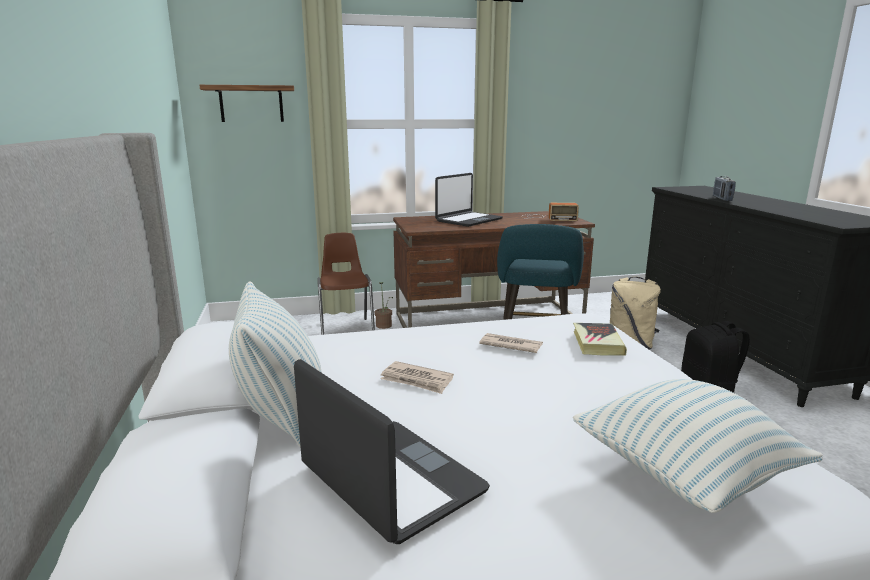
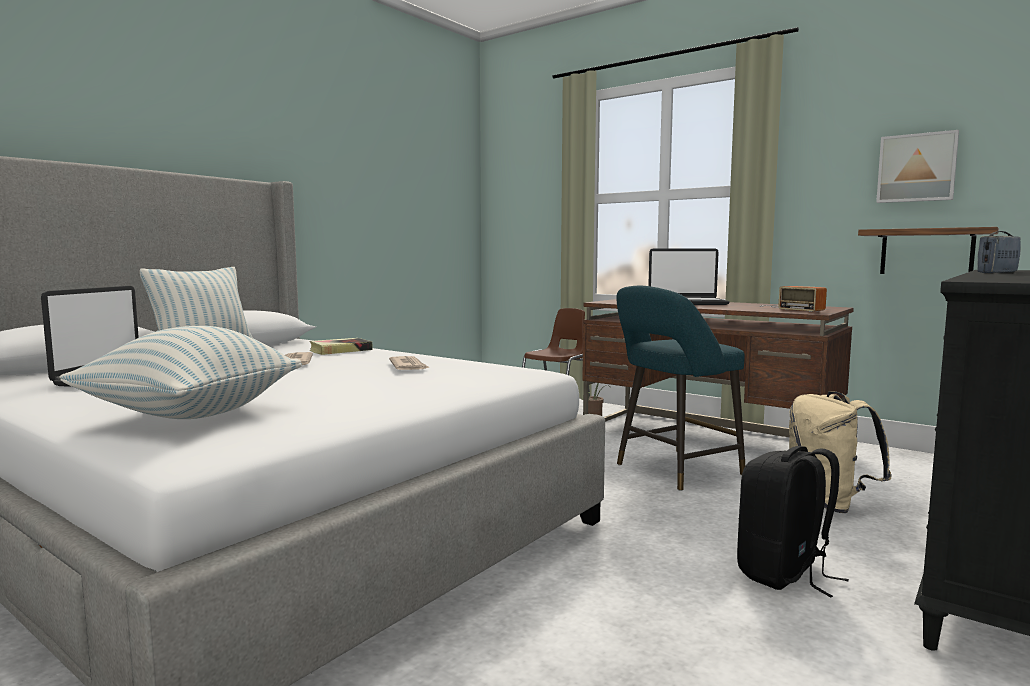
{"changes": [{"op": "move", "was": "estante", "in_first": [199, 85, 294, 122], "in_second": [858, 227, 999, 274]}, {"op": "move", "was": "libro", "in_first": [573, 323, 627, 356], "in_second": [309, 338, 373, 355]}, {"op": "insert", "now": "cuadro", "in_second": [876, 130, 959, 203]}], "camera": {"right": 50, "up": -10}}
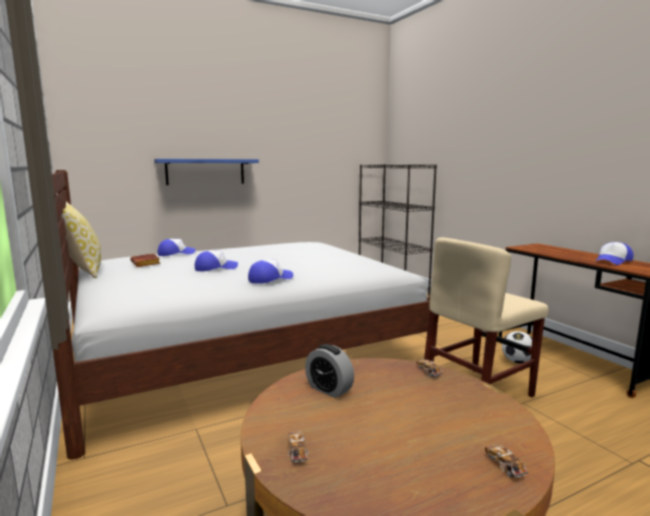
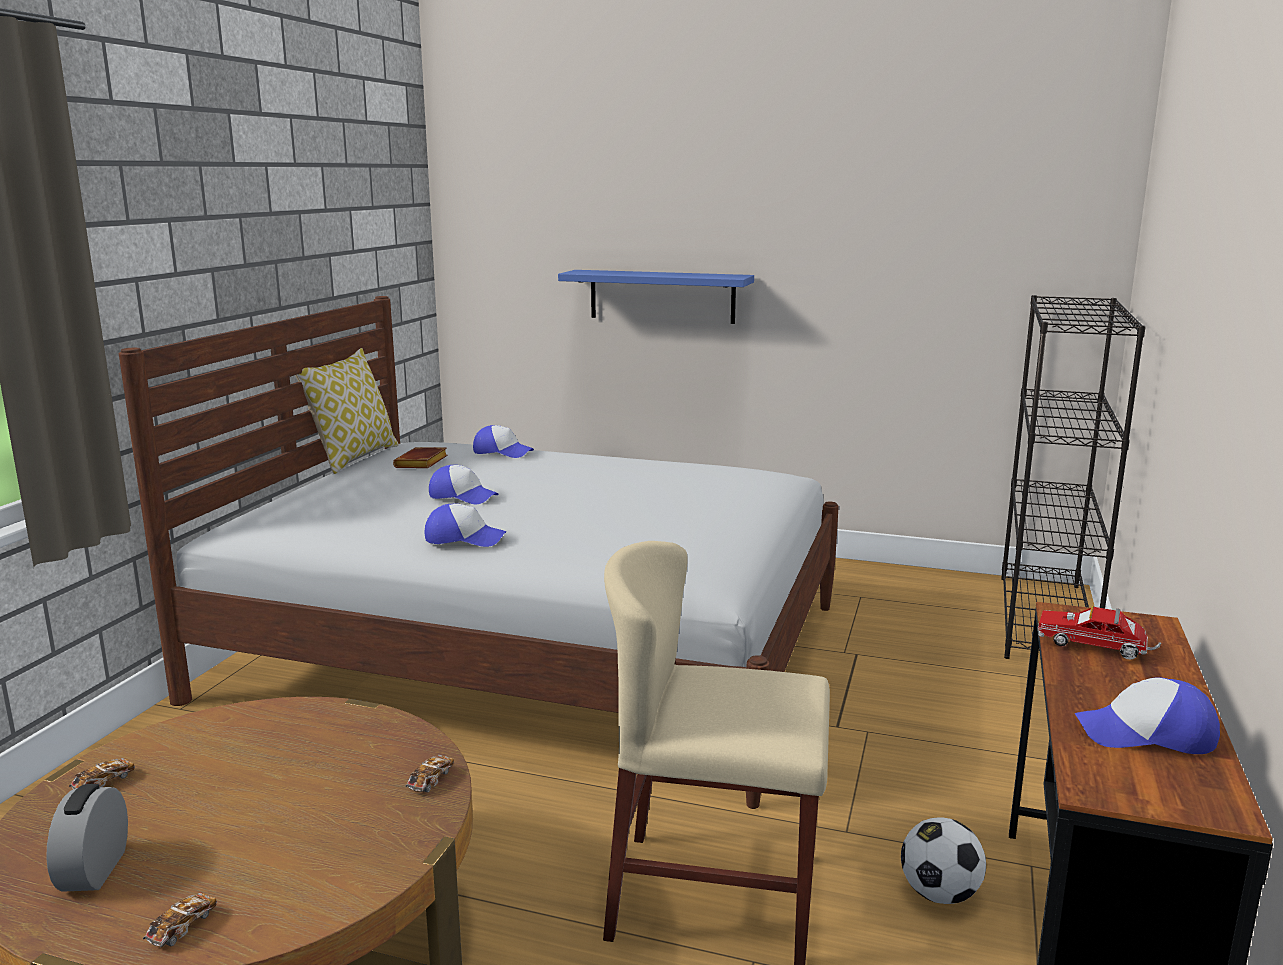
{"changes": [{"op": "move", "was": "despertador", "in_first": [305, 344, 354, 398], "in_second": [46, 784, 128, 892]}, {"op": "insert", "now": "camión de juguete", "in_second": [1038, 606, 1161, 659]}], "camera": {"right": 45, "up": 5}}
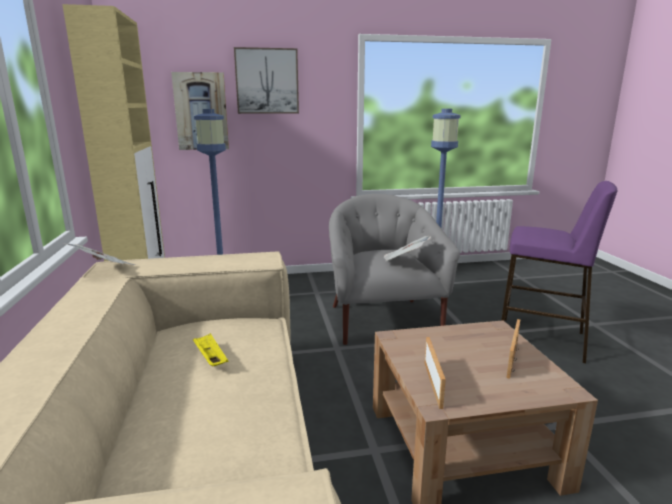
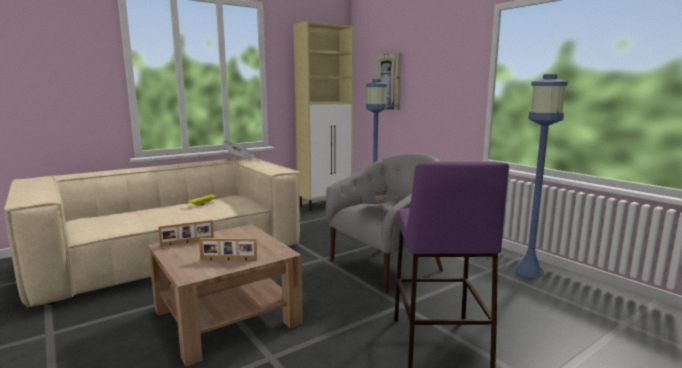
{"changes": [{"op": "delete", "was": "cuadro", "in_first": [234, 47, 299, 114]}], "camera": {"right": 65, "up": -5}}
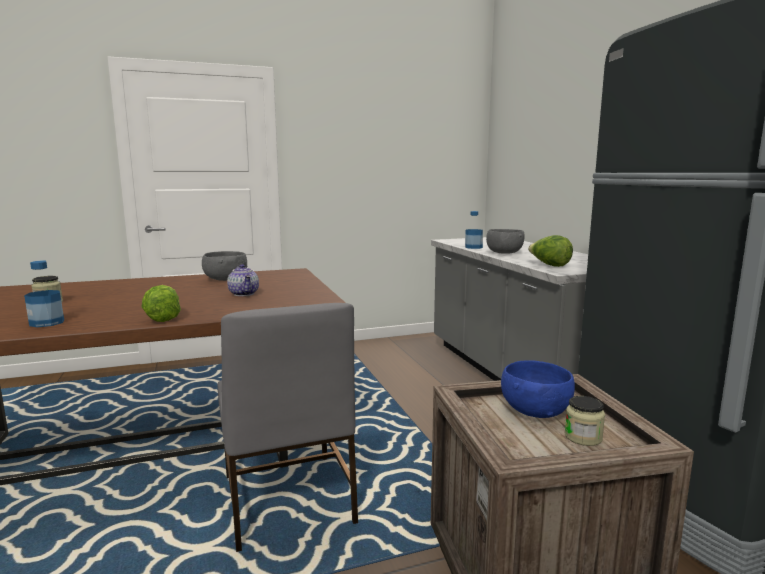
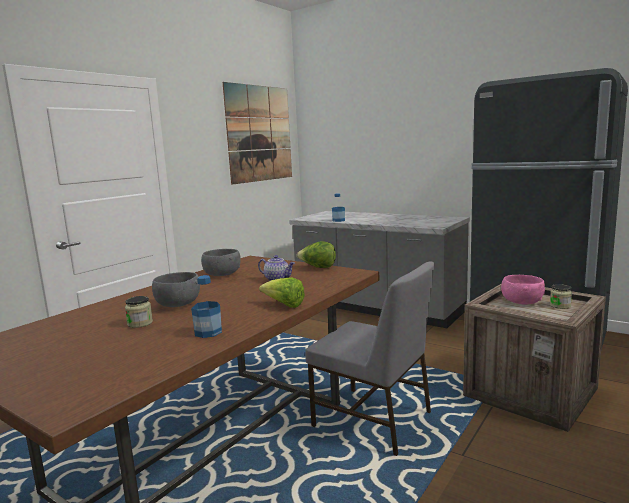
{"changes": [{"op": "move", "was": "cuenco (gris)", "in_first": [486, 229, 525, 254], "in_second": [152, 272, 200, 307]}, {"op": "move", "was": "lechuga", "in_first": [528, 235, 573, 267], "in_second": [297, 241, 336, 268]}, {"op": "recolor", "was": "cuenco (azul)", "now": "cuenco (rosa)", "in_first": [501, 360, 575, 418], "in_second": [501, 275, 545, 305]}, {"op": "insert", "now": "cuadro", "in_second": [223, 82, 292, 185]}], "camera": {"right": -35, "up": 0}}
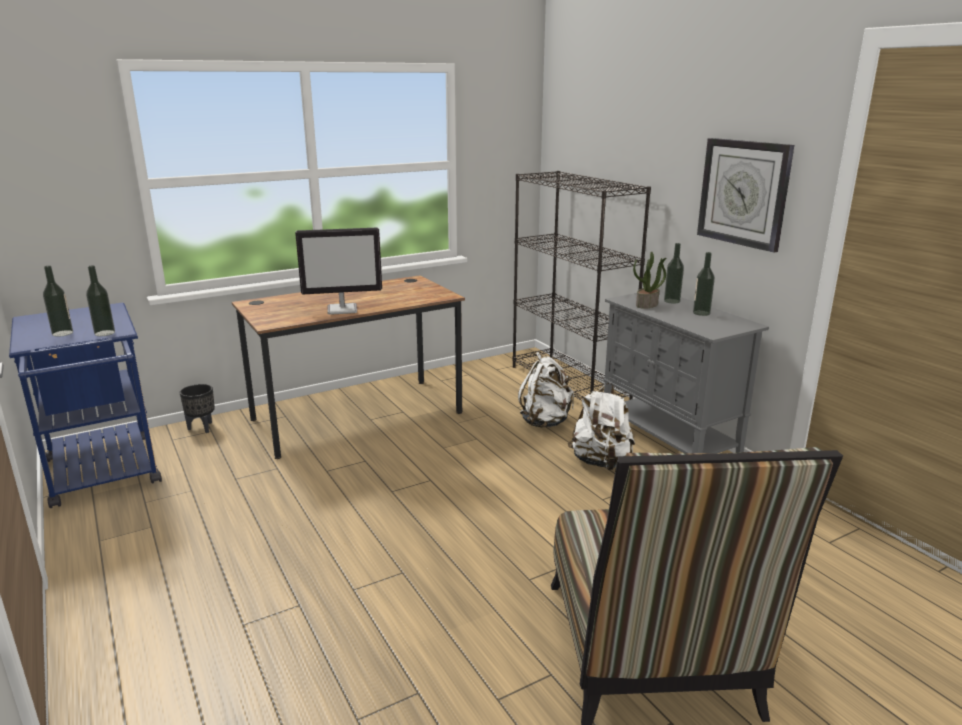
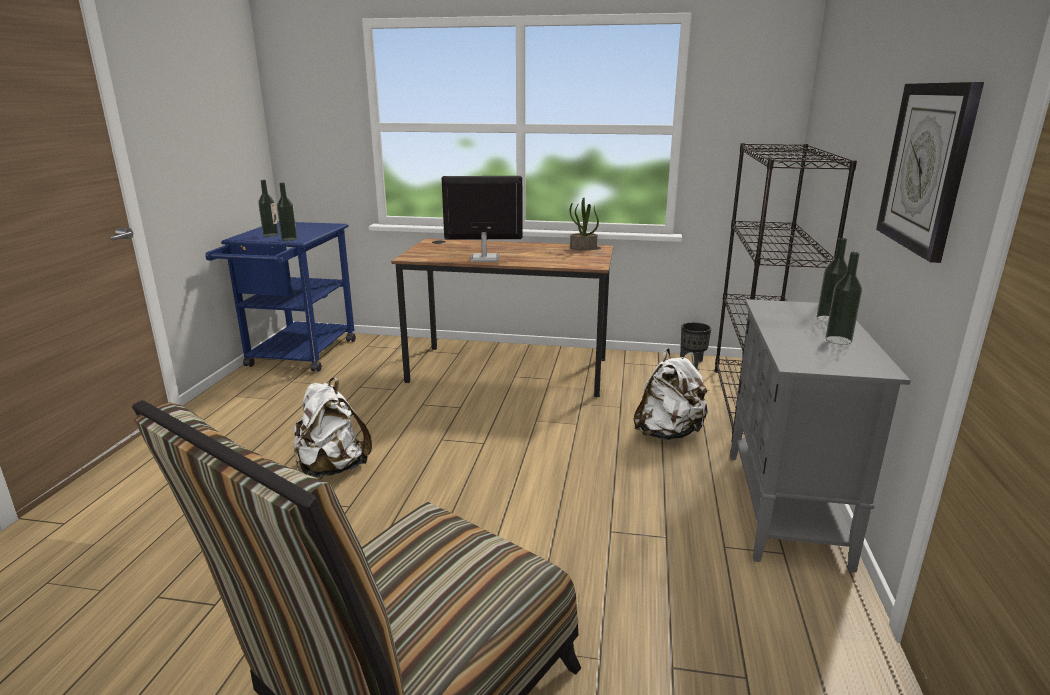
{"changes": [{"op": "rotate", "was": "monitor", "in_first": [295, 228, 382, 315], "in_second": [442, 176, 522, 262], "clockwise": 150}, {"op": "move", "was": "planta en maceta", "in_first": [633, 251, 666, 309], "in_second": [569, 198, 599, 250]}, {"op": "move", "was": "mochila (blanco)", "in_first": [568, 383, 635, 470], "in_second": [294, 378, 372, 477]}, {"op": "move", "was": "maceta (negro)", "in_first": [180, 384, 215, 433], "in_second": [680, 322, 711, 369]}], "camera": {"right": 40, "up": 0}}
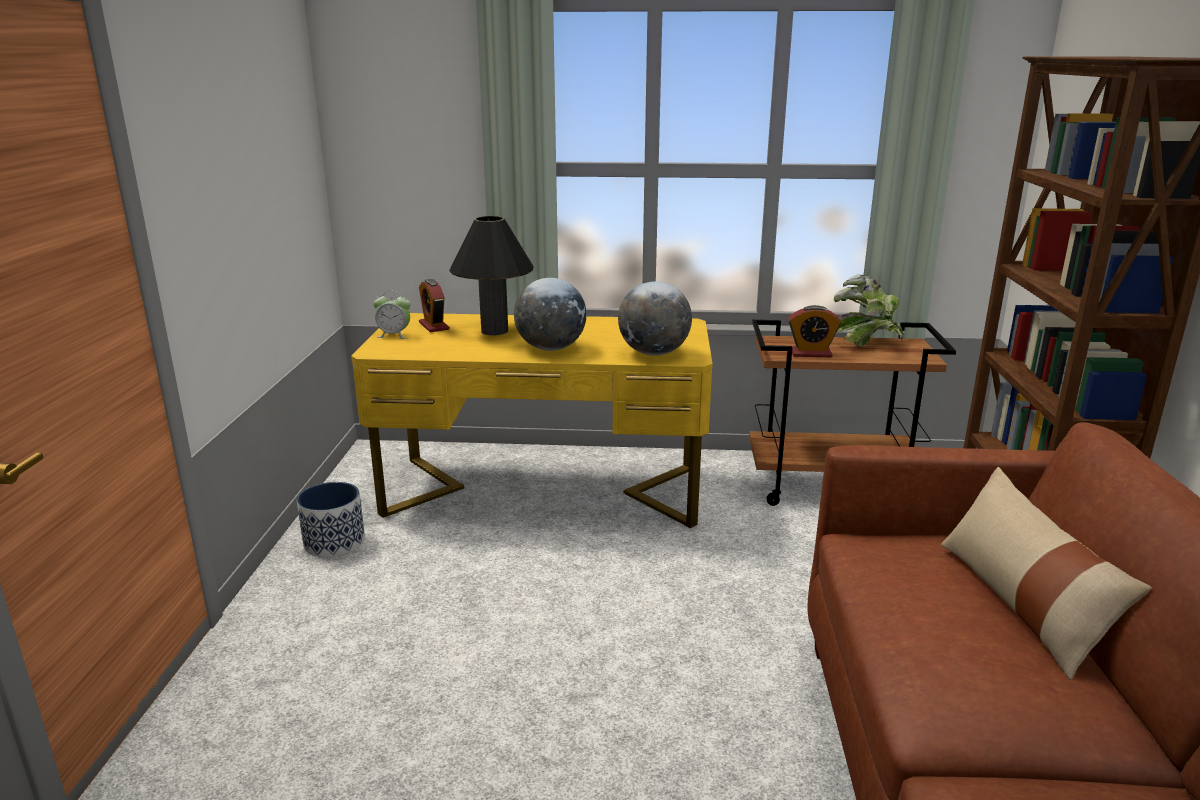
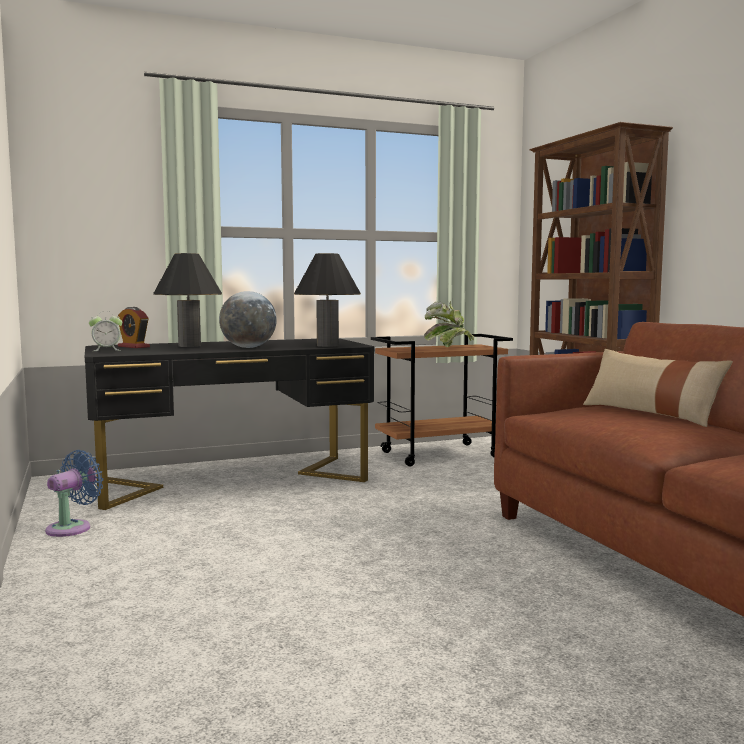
{"changes": [{"op": "replace", "was": "globo terráqueo", "now": "lámpara de mesa (negro)", "in_first": [618, 281, 692, 356], "in_second": [294, 253, 361, 347]}, {"op": "delete", "was": "despertador", "in_first": [788, 305, 841, 357]}, {"op": "recolor", "was": "escritorio (amarillo)", "now": "escritorio (negro)", "in_first": [351, 313, 713, 528], "in_second": [85, 338, 374, 510]}, {"op": "replace", "was": "maceta", "now": "ventilador (azul)", "in_first": [297, 482, 365, 558], "in_second": [45, 450, 103, 537]}], "camera": {"right": -25, "up": -15}}
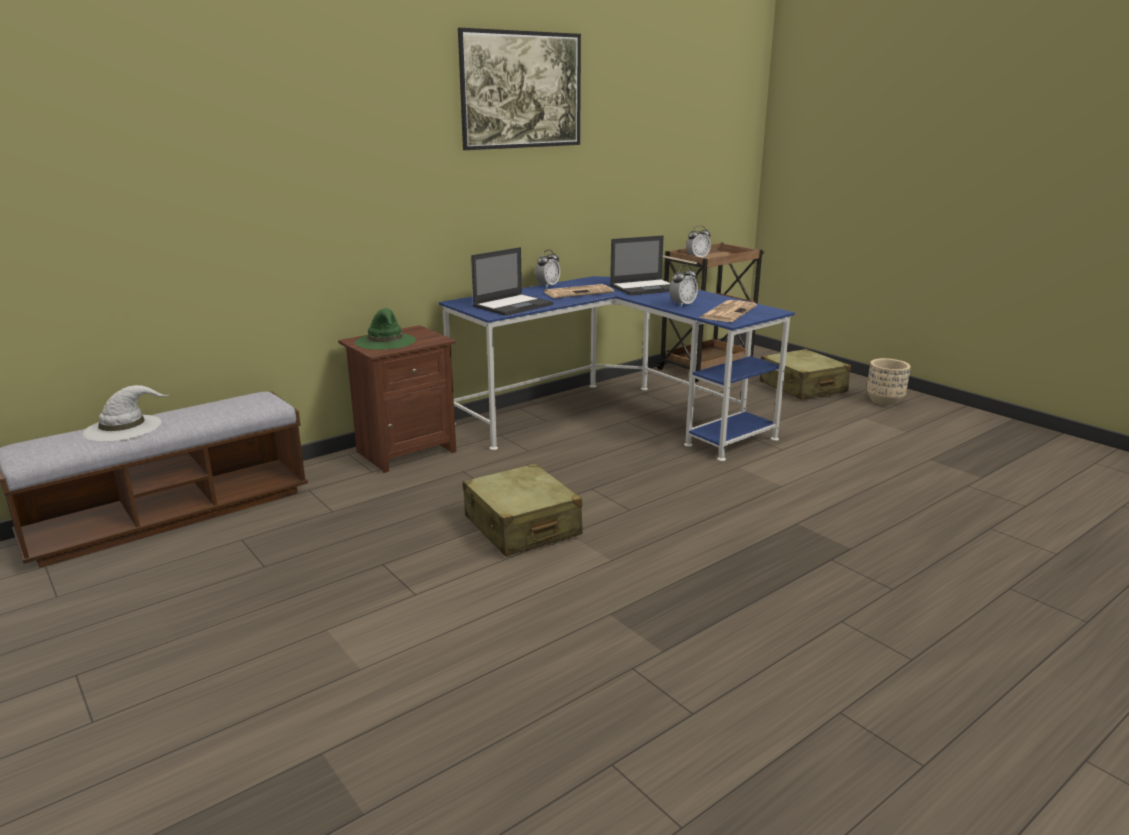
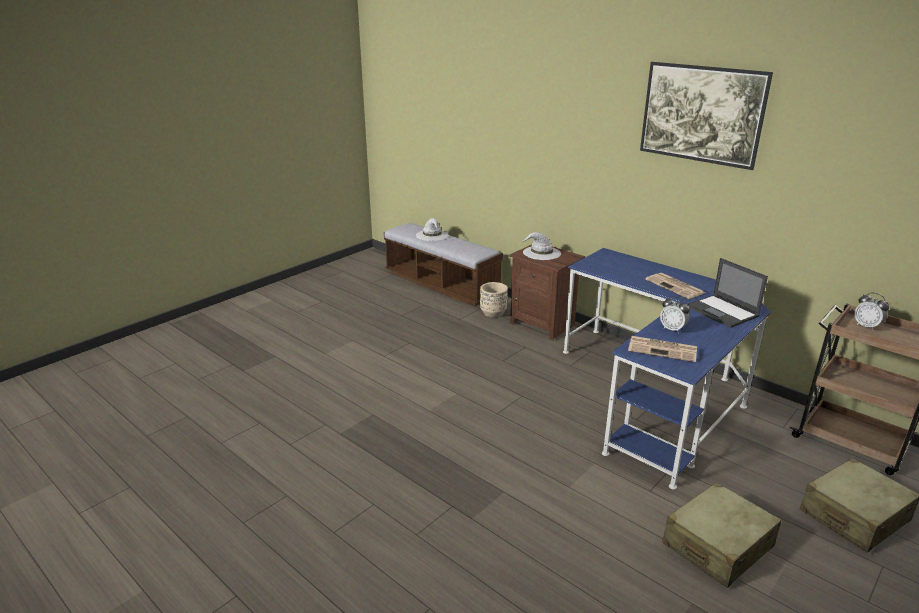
{"changes": [{"op": "delete", "was": "portátil", "in_first": [471, 247, 553, 316]}, {"op": "delete", "was": "despertador", "in_first": [535, 250, 560, 288]}, {"op": "recolor", "was": "sombrero (verde)", "now": "sombrero (blanco)", "in_first": [355, 308, 416, 350], "in_second": [521, 232, 561, 260]}, {"op": "move", "was": "maceta (beis)", "in_first": [867, 358, 910, 406], "in_second": [480, 282, 508, 317]}, {"op": "move", "was": "maleta (beis)", "in_first": [463, 463, 583, 556], "in_second": [662, 482, 781, 588]}], "camera": {"right": 80, "up": 5}}
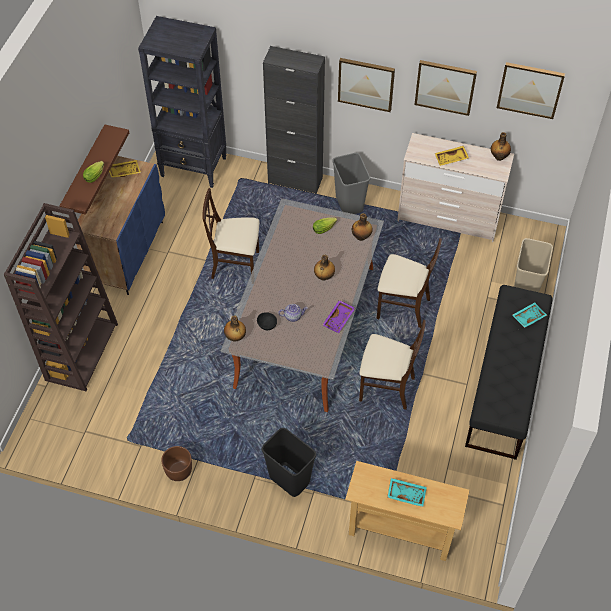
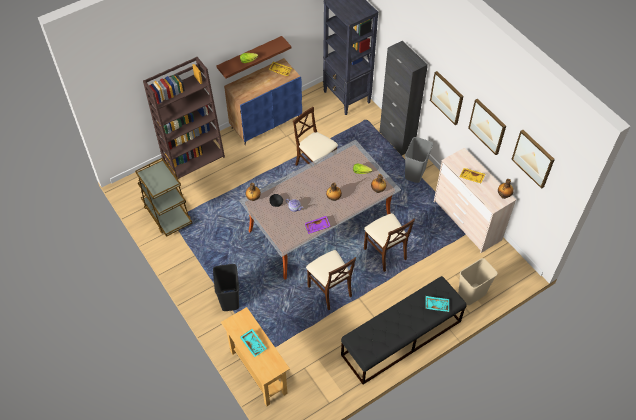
{"changes": [{"op": "delete", "was": "maceta (marrón)", "in_first": [161, 446, 192, 481]}, {"op": "insert", "now": "carrito (marrón)", "in_second": [135, 158, 192, 237]}], "camera": {"right": 40, "up": 0}}
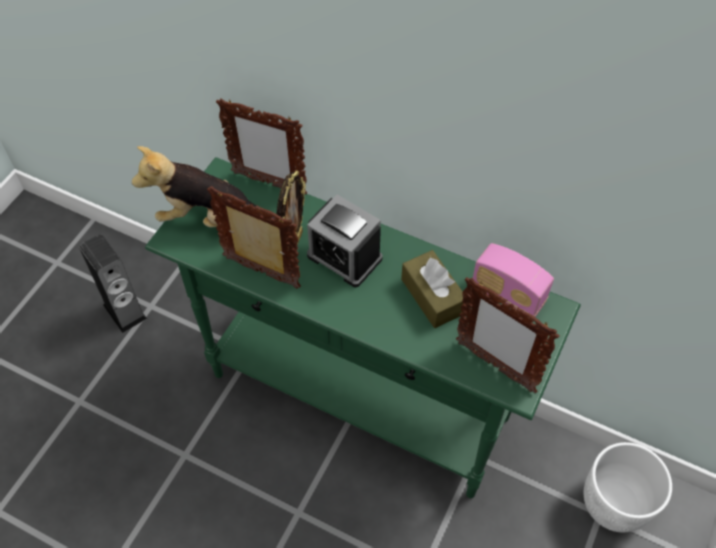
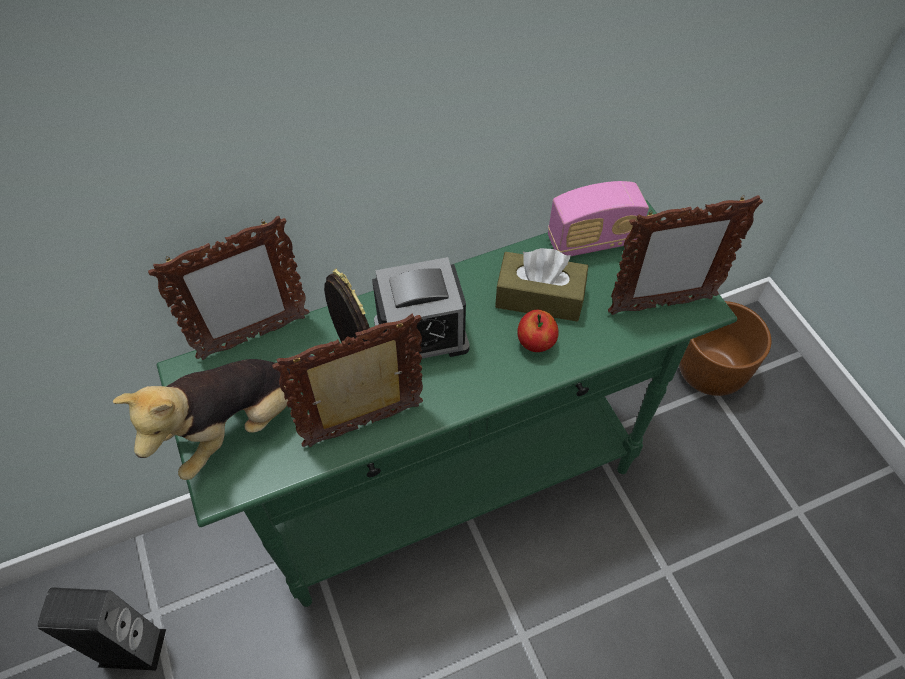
{"changes": [{"op": "recolor", "was": "maceta (blanco)", "now": "maceta (marrón)", "in_first": [584, 442, 672, 532], "in_second": [679, 301, 771, 396]}, {"op": "insert", "now": "manzana", "in_second": [517, 310, 559, 352]}], "camera": {"right": -50, "up": 0}}
